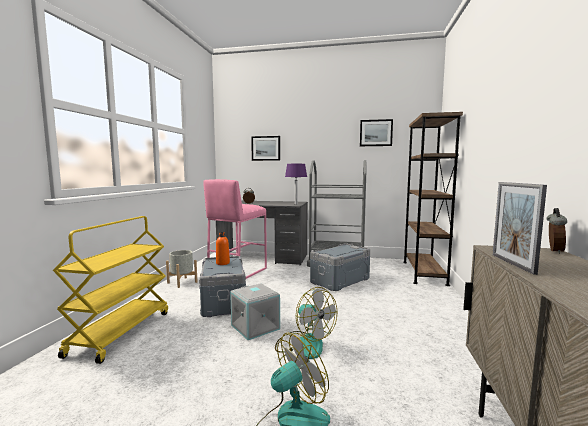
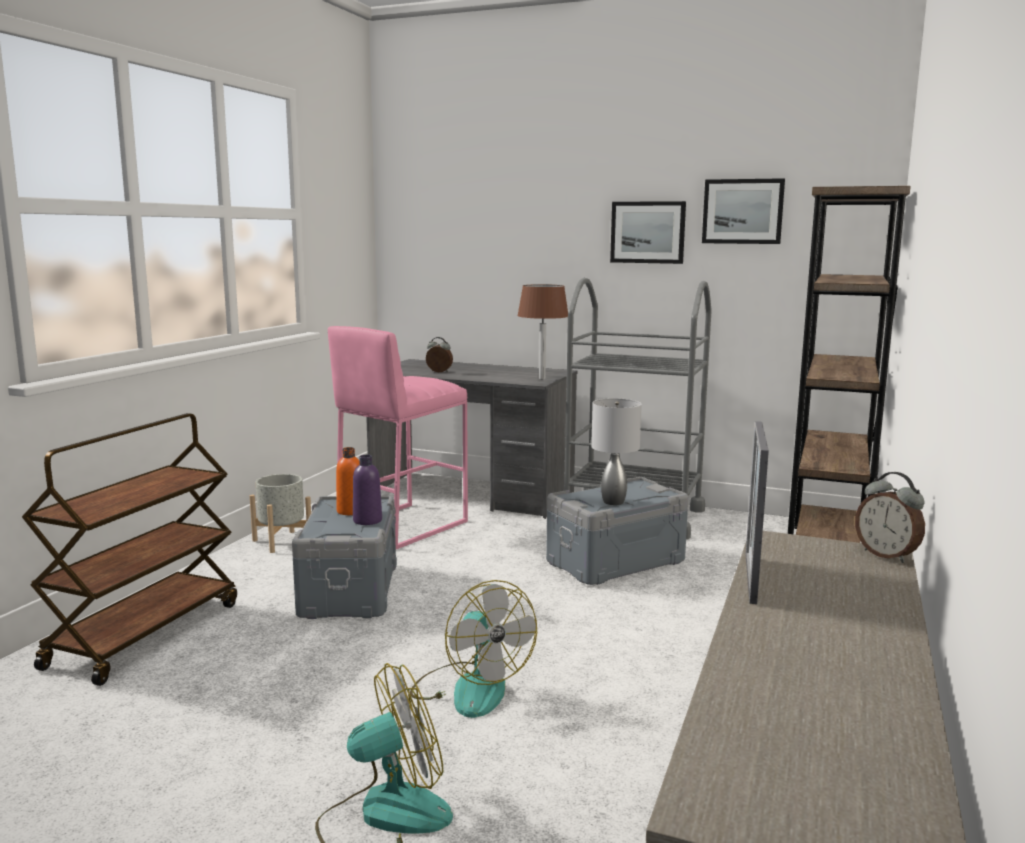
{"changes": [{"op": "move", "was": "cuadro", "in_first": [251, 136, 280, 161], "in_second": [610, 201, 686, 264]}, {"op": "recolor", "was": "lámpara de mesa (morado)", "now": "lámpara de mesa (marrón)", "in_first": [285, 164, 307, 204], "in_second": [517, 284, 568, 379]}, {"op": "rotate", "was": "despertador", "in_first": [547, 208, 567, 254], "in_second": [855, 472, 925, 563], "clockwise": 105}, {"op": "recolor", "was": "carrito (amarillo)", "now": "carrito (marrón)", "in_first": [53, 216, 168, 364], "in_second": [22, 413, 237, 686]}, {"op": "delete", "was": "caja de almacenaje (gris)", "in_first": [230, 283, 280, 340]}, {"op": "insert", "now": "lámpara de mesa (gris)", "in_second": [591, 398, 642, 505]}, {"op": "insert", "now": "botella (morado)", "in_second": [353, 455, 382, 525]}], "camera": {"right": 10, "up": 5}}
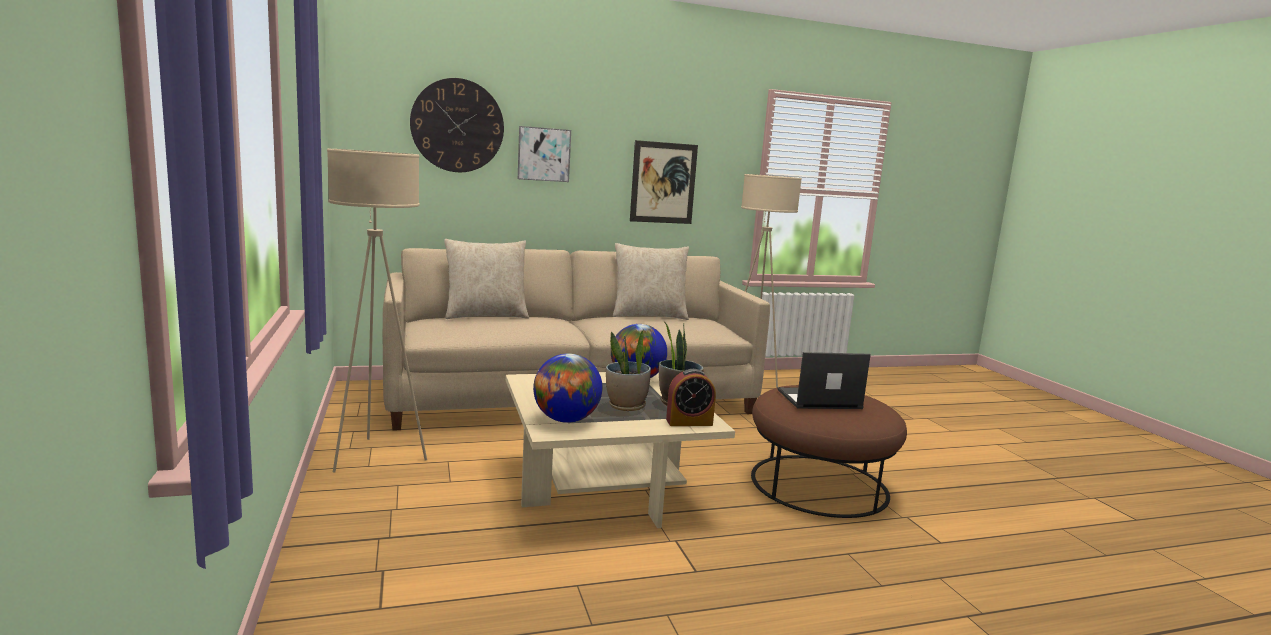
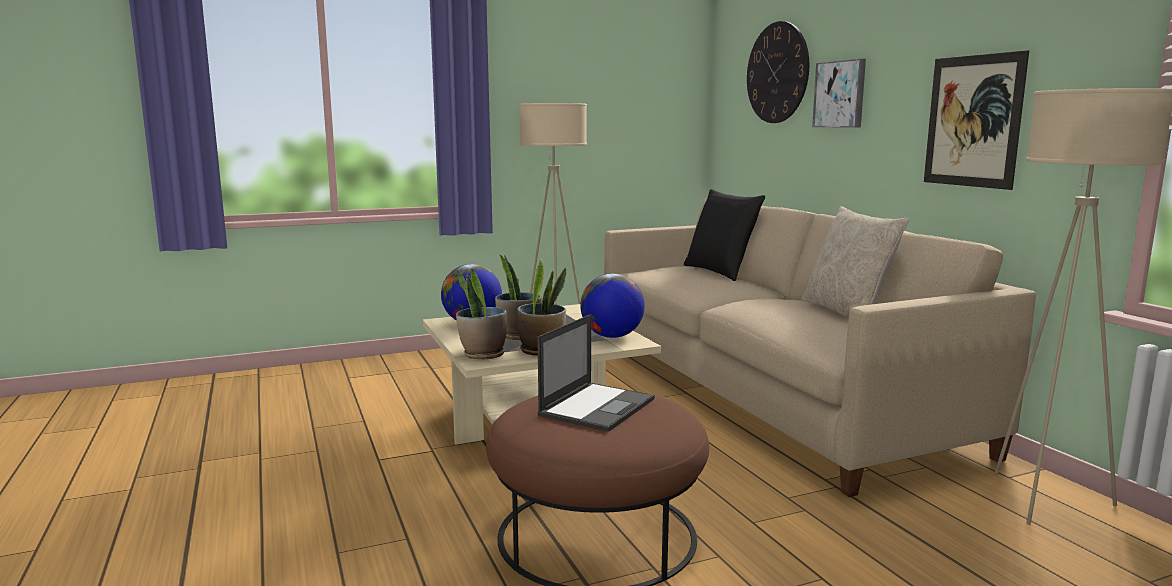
{"changes": [{"op": "recolor", "was": "cojín (beis)", "now": "cojín (negro)", "in_first": [444, 239, 529, 319], "in_second": [684, 189, 765, 281]}, {"op": "rotate", "was": "portátil", "in_first": [777, 352, 871, 409], "in_second": [537, 314, 655, 432], "clockwise": 45}, {"op": "replace", "was": "despertador", "now": "planta en maceta", "in_first": [666, 369, 716, 426], "in_second": [456, 269, 507, 360]}], "camera": {"right": 85, "up": 0}}
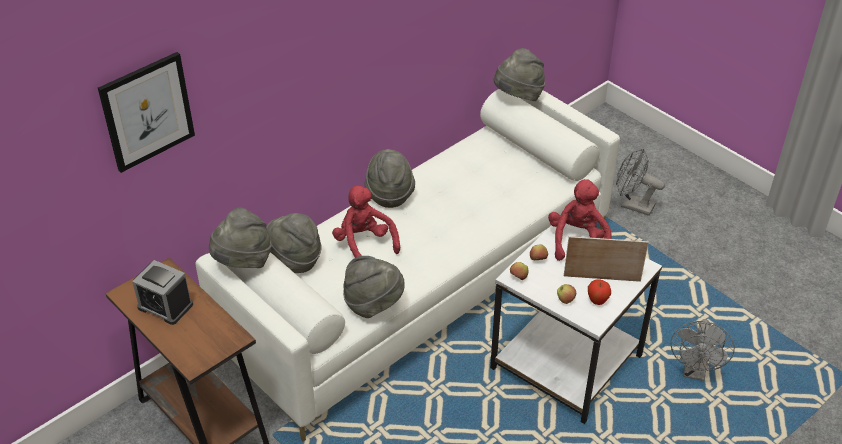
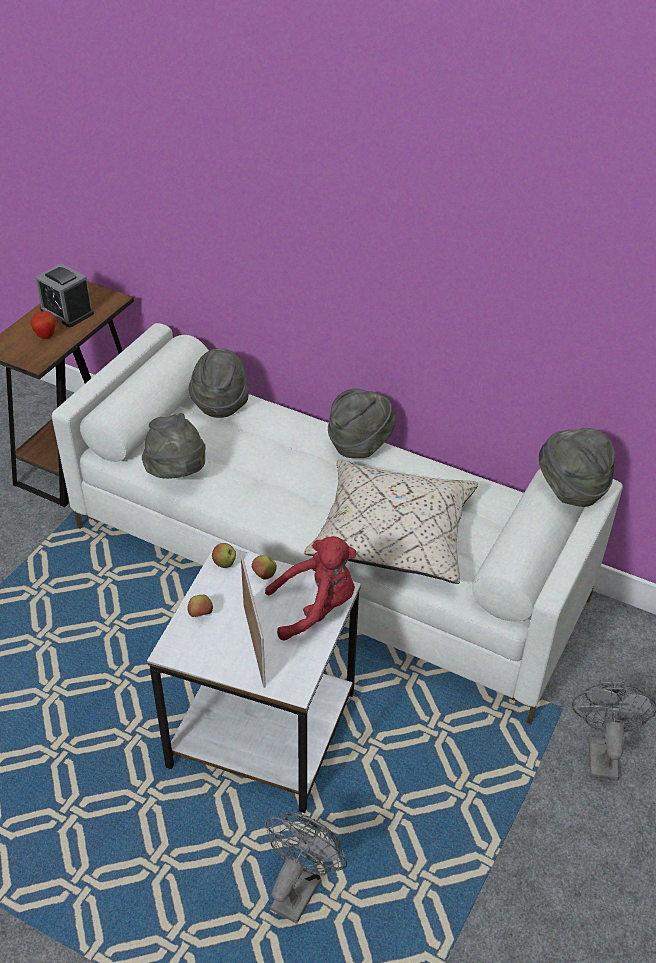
{"changes": [{"op": "delete", "was": "cuadro", "in_first": [98, 52, 195, 173]}, {"op": "delete", "was": "peluche (rojo)", "in_first": [332, 185, 400, 258]}, {"op": "delete", "was": "sombrero (gris)", "in_first": [209, 207, 272, 268]}, {"op": "rotate", "was": "despertador", "in_first": [132, 260, 193, 325], "in_second": [35, 263, 94, 327], "clockwise": -60}, {"op": "move", "was": "manzana", "in_first": [588, 279, 611, 305], "in_second": [30, 311, 56, 339]}, {"op": "rotate", "was": "ventilador (gris)", "in_first": [671, 319, 735, 381], "in_second": [265, 812, 347, 924], "clockwise": 120}, {"op": "insert", "now": "cojín (beis)", "in_second": [304, 460, 478, 584]}], "camera": {"right": 70, "up": 0}}
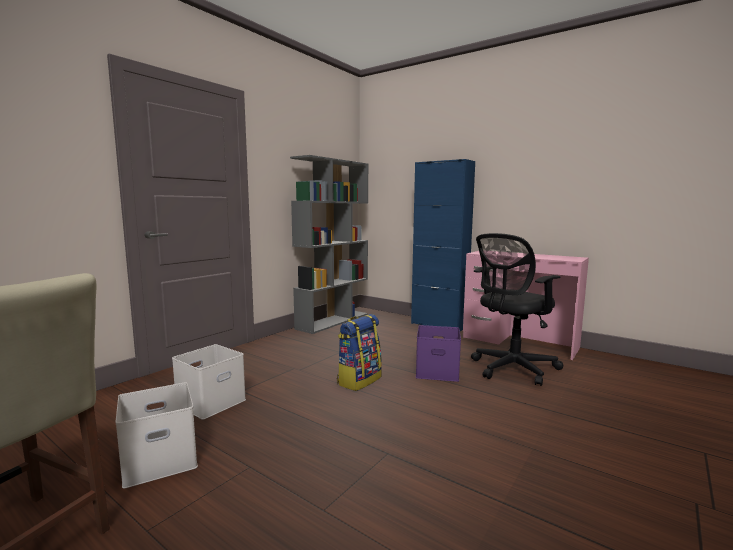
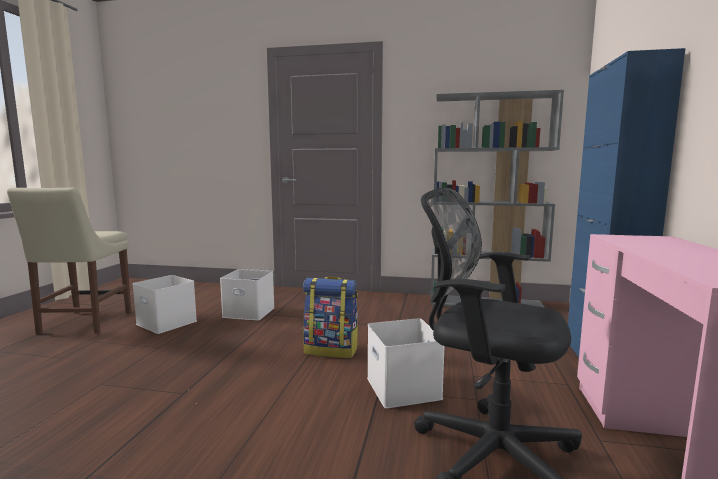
{"changes": [{"op": "recolor", "was": "caja de almacenaje (morado)", "now": "caja de almacenaje (blanco)", "in_first": [416, 325, 461, 382], "in_second": [367, 318, 444, 409]}], "camera": {"right": 65, "up": 0}}
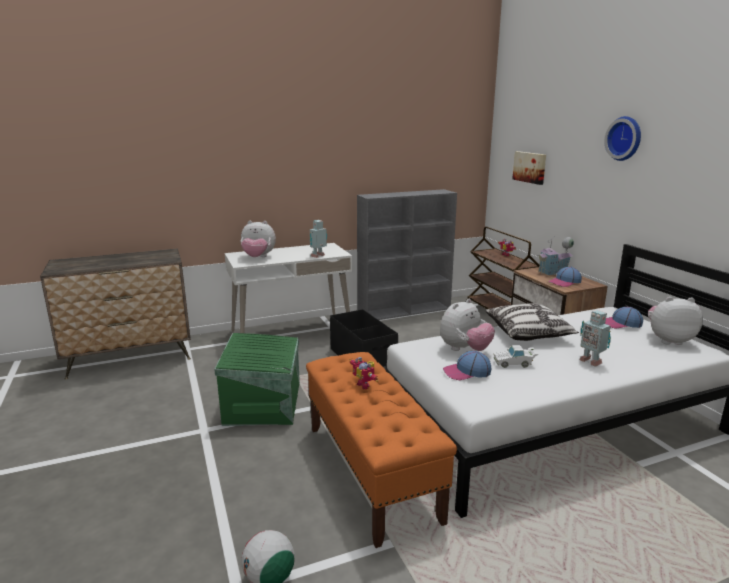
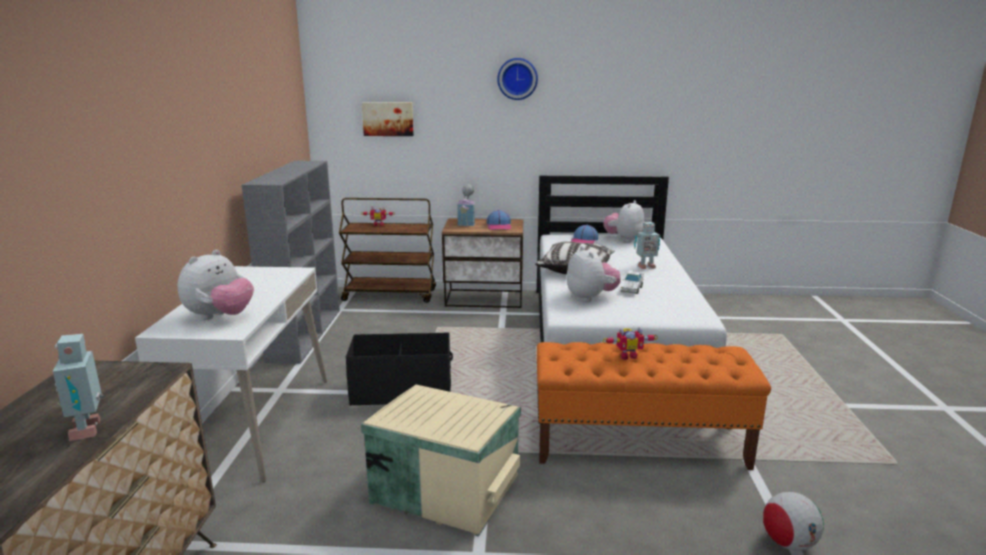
{"changes": [{"op": "move", "was": "robot de juguete", "in_first": [309, 220, 327, 258], "in_second": [52, 334, 104, 441]}, {"op": "recolor", "was": "caja de almacenaje (verde)", "now": "caja de almacenaje (beis)", "in_first": [214, 333, 300, 426], "in_second": [361, 385, 521, 537]}, {"op": "delete", "was": "gorra", "in_first": [443, 351, 492, 380]}], "camera": {"right": -65, "up": 0}}
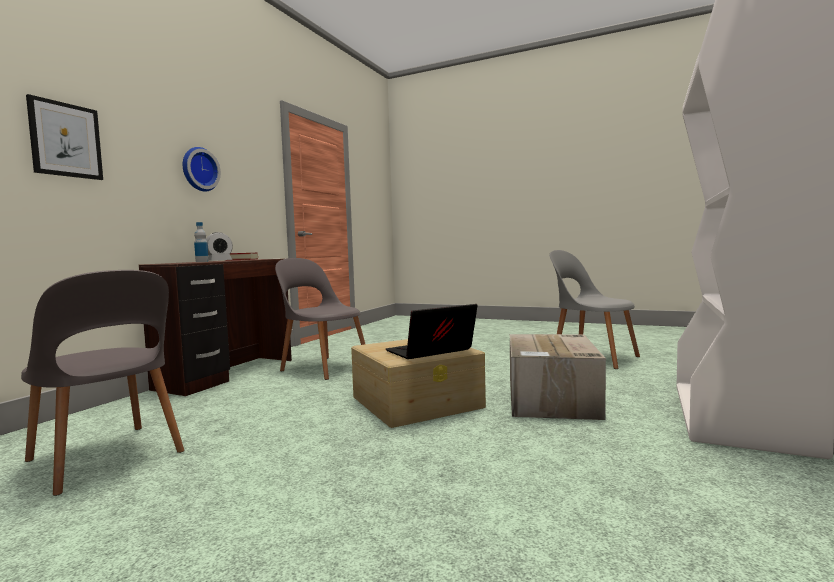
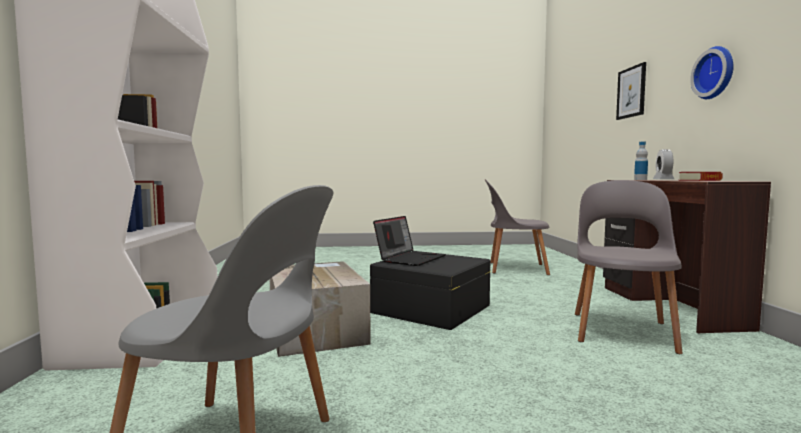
{"changes": [{"op": "rotate", "was": "silla (gris)", "in_first": [275, 258, 365, 380], "in_second": [575, 180, 683, 354], "clockwise": -75}, {"op": "recolor", "was": "caja de almacenaje (beis)", "now": "caja de almacenaje (negro)", "in_first": [351, 339, 486, 428], "in_second": [370, 251, 491, 330]}], "camera": {"right": 150, "up": 0}}
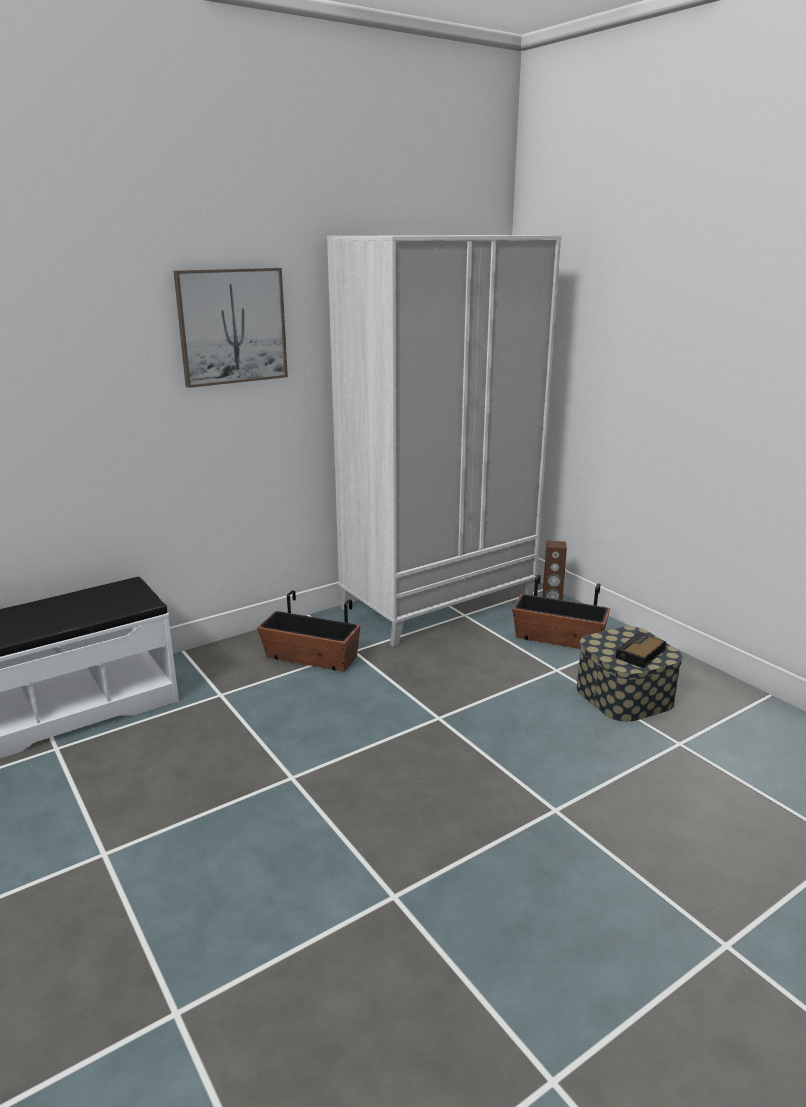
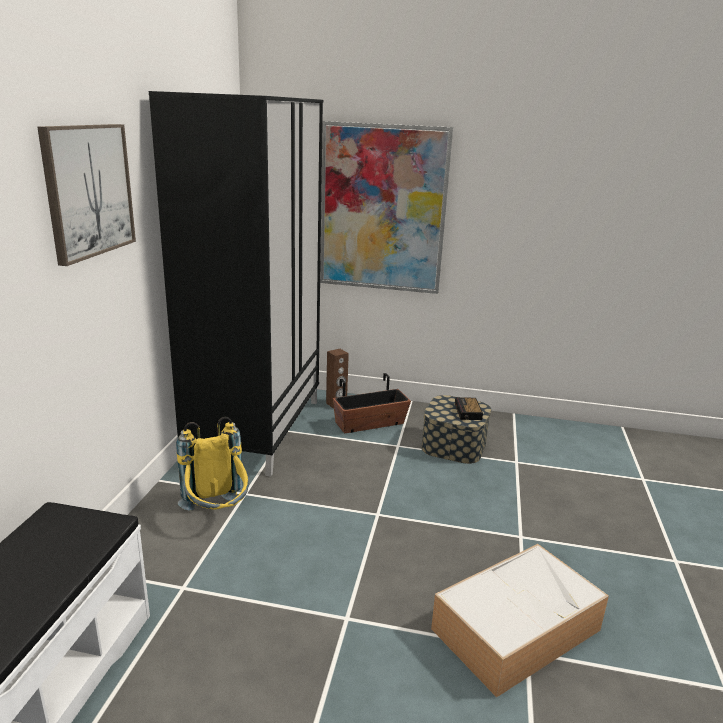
{"changes": [{"op": "recolor", "was": "armario ropero (blanco)", "now": "armario ropero (negro)", "in_first": [327, 235, 562, 647], "in_second": [149, 91, 323, 477]}, {"op": "replace", "was": "maceta", "now": "mochila (amarillo)", "in_first": [257, 590, 361, 672], "in_second": [176, 417, 249, 511]}, {"op": "insert", "now": "cuadro", "in_second": [320, 121, 453, 294]}, {"op": "insert", "now": "caja de almacenaje", "in_second": [431, 544, 609, 697]}], "camera": {"right": -45, "up": 0}}
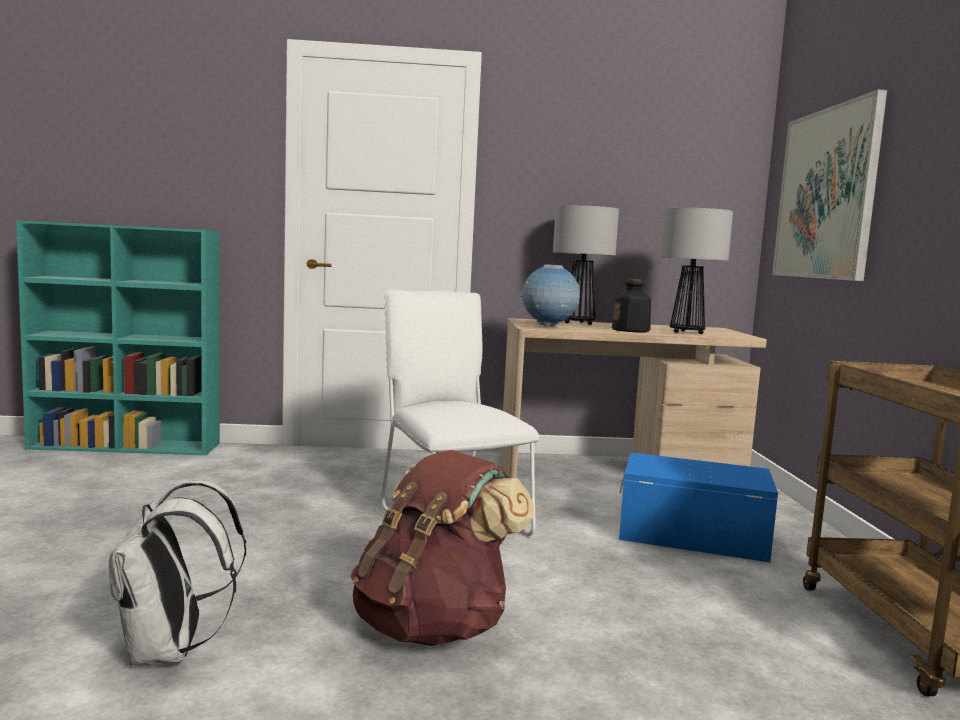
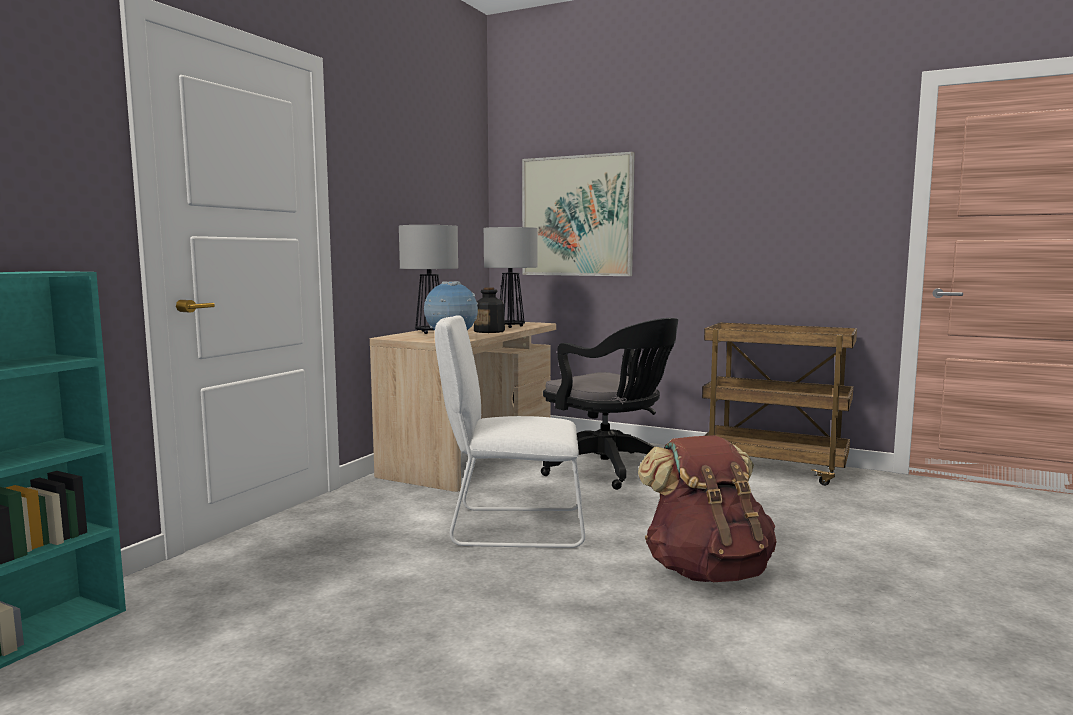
{"changes": [{"op": "replace", "was": "caja de almacenaje (azul)", "now": "silla de oficina (negro)", "in_first": [619, 452, 778, 562], "in_second": [541, 318, 678, 490]}, {"op": "delete", "was": "mochila (blanco)", "in_first": [109, 480, 246, 666]}], "camera": {"right": -60, "up": 0}}
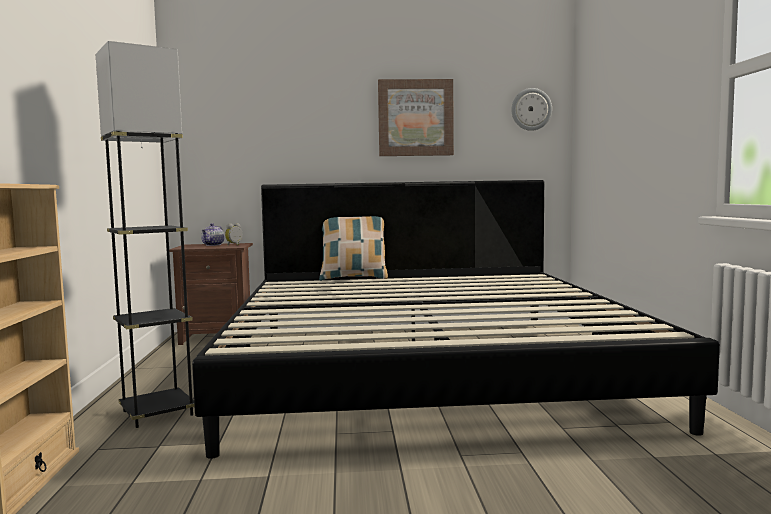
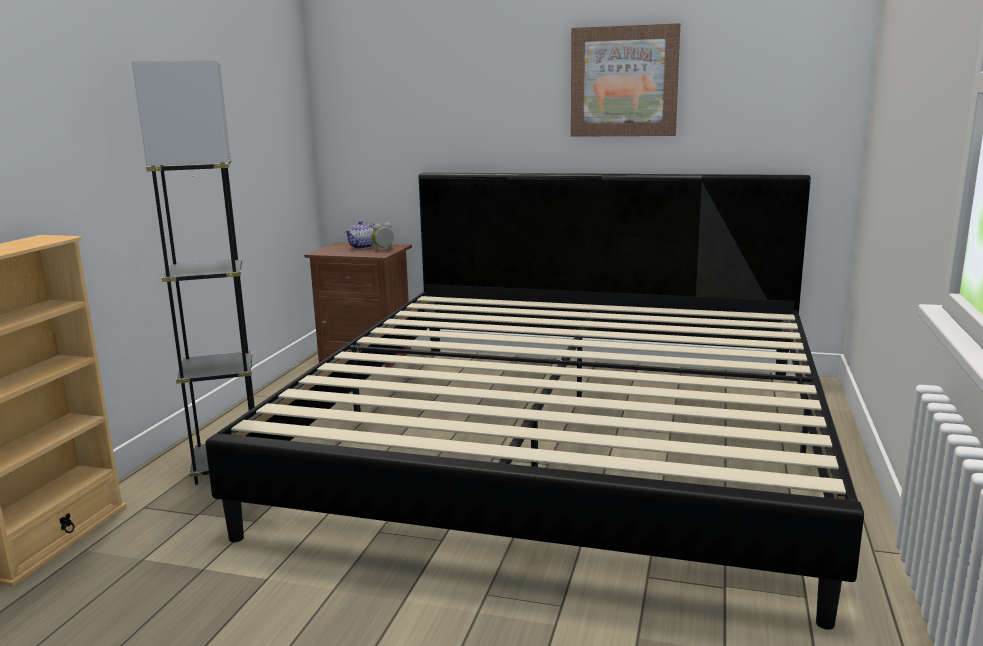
{"changes": [{"op": "delete", "was": "reloj de pared", "in_first": [511, 88, 552, 131]}, {"op": "delete", "was": "cojín", "in_first": [319, 216, 388, 281]}], "camera": {"right": 20, "up": 10}}
